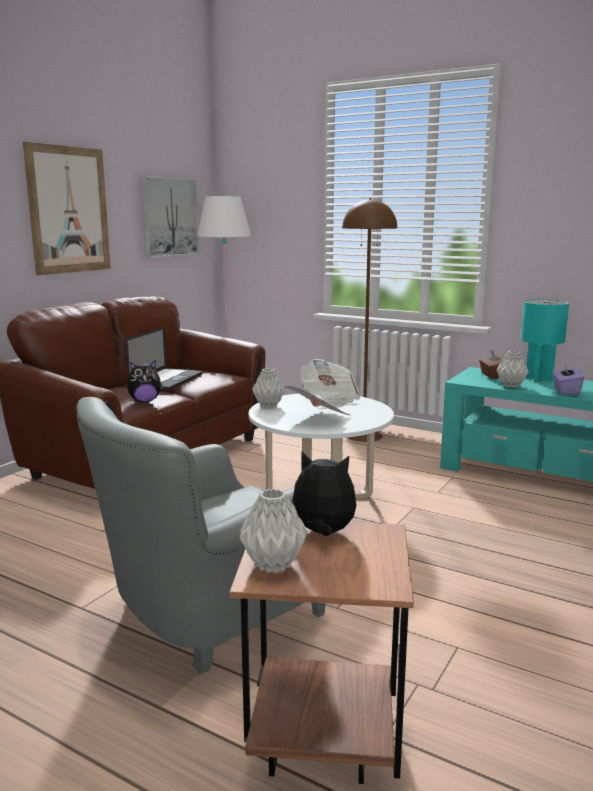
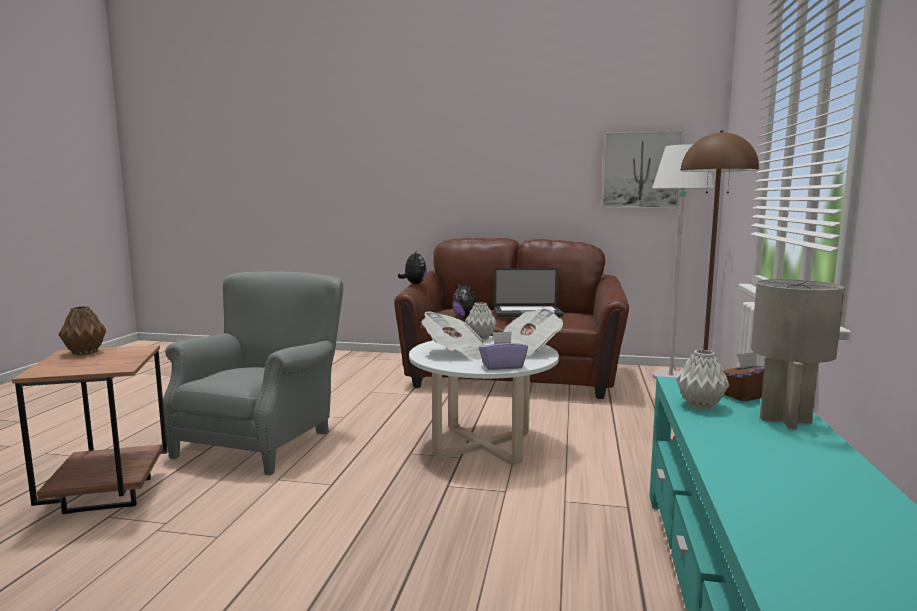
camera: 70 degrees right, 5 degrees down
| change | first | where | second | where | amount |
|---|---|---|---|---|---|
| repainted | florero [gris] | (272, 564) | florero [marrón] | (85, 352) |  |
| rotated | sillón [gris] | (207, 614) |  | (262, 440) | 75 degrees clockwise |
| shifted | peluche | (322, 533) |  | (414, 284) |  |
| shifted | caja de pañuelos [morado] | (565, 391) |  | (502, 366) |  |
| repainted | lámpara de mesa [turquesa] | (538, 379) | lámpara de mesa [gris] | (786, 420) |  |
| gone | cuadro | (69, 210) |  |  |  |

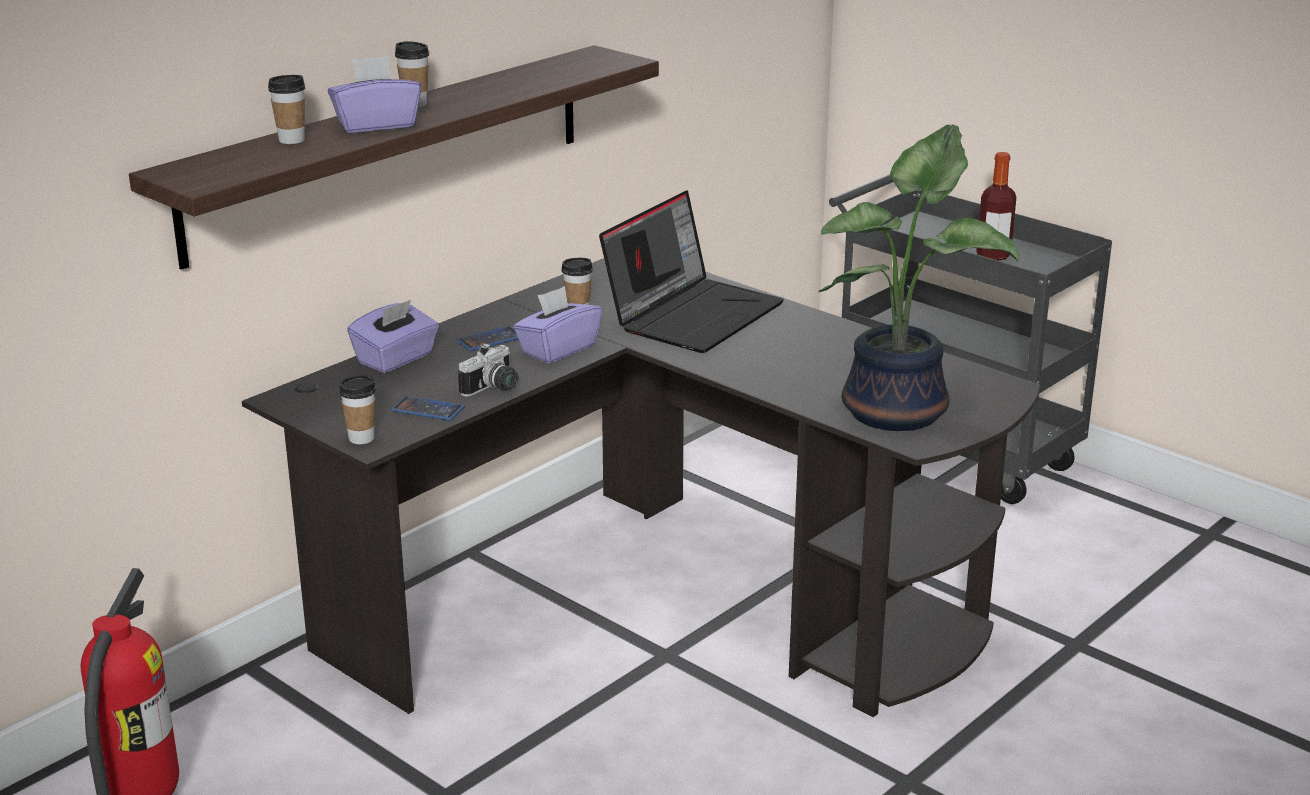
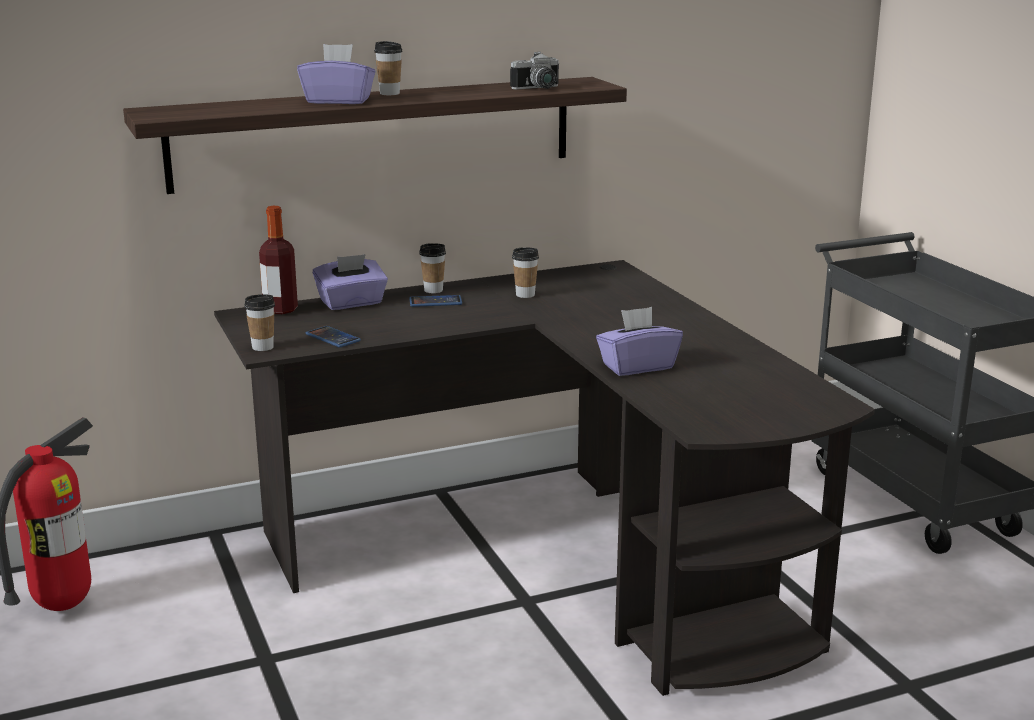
camera: 25 degrees right, 5 degrees down
| change | first | where | second | where | amount |
|---|---|---|---|---|---|
| shifted | botella | (993, 255) |  | (280, 310) |  |
| shifted | taza | (291, 140) |  | (433, 290) |  |
| shifted | cámara | (494, 389) |  | (539, 88) |  |
| shifted | caja de pañuelos [morado] | (558, 349) |  | (637, 366) |  |
| gone | portátil | (693, 314) |  |  |  |
| gone | planta en maceta | (901, 410) |  |  |  |

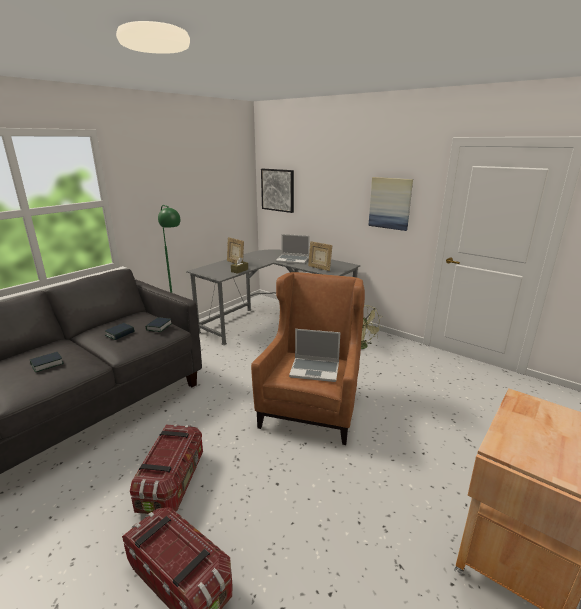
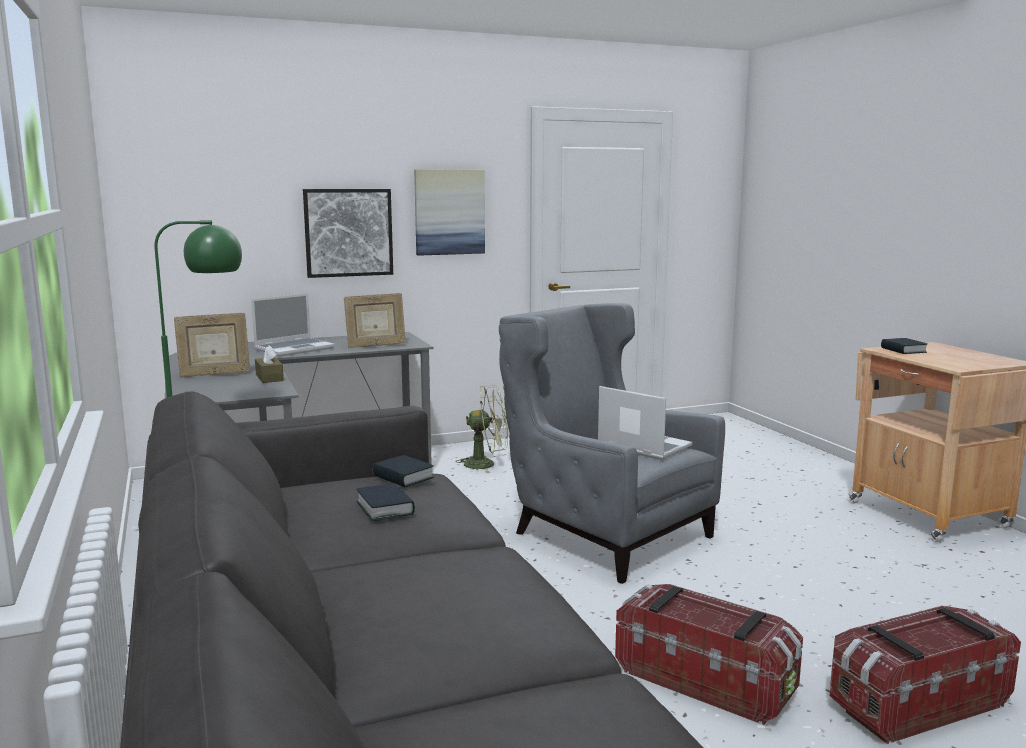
camera: 60 degrees left, 10 degrees down
| change | first | where | second | where | amount |
|---|---|---|---|---|---|
| shifted | cuadro | (278, 190) |  | (348, 232) |  |
| repainted | sillón [marrón] | (312, 405) | sillón [gris] | (603, 534) |  |
| rotated | portátil | (315, 370) |  | (642, 446) | 90 degrees counterclockwise |
| shifted | libro | (47, 364) |  | (903, 350) |  |

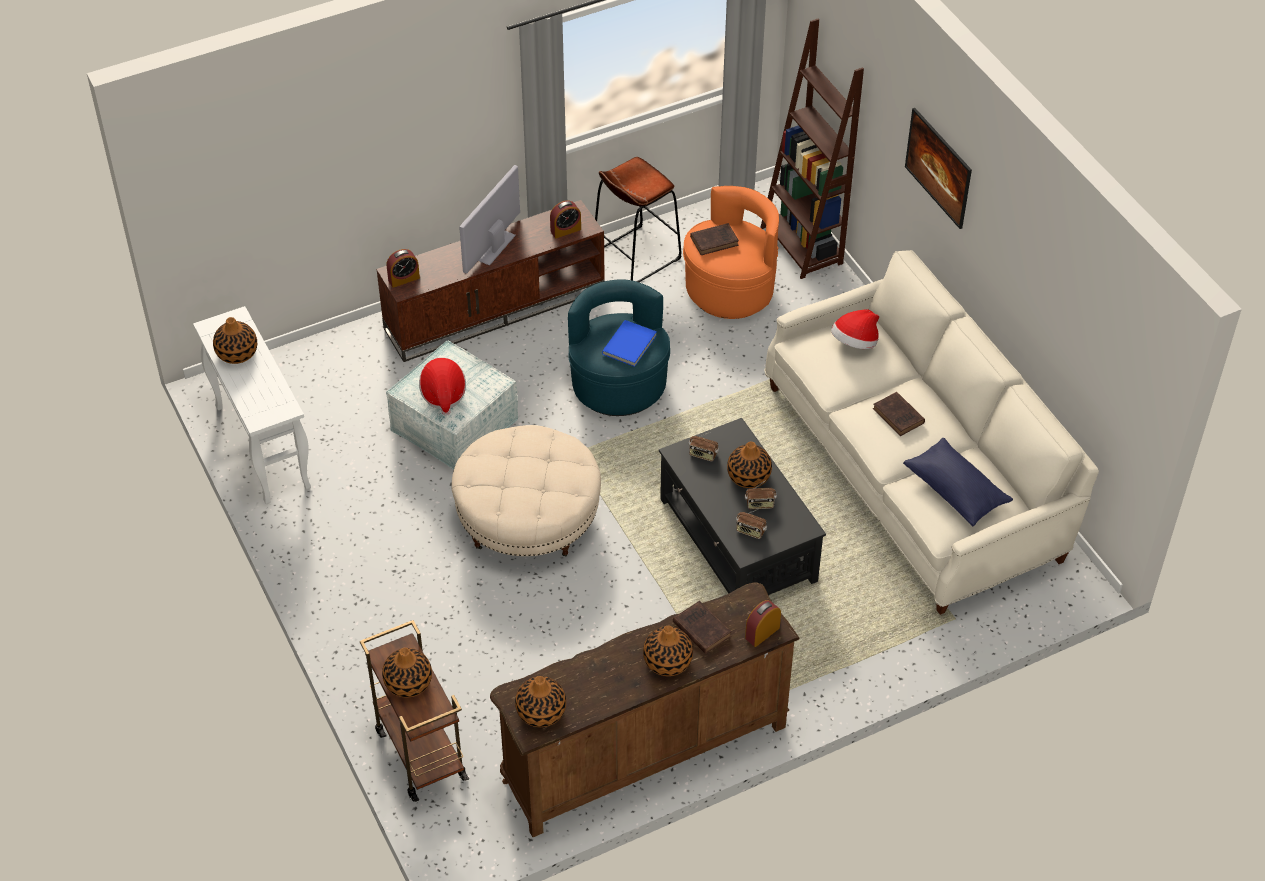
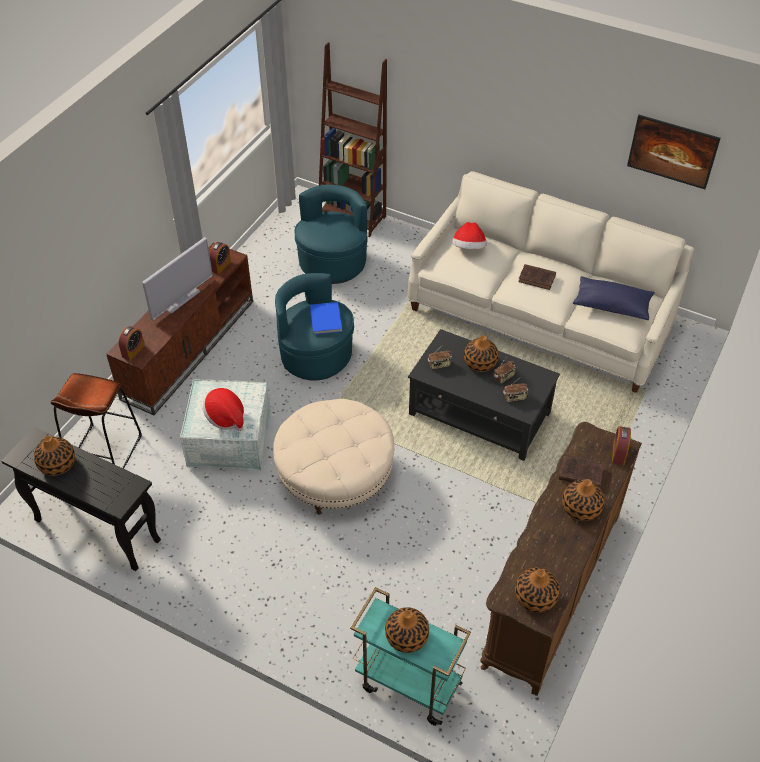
camera: 35 degrees left, 0 degrees up
| change | first | where | second | where | amount |
|---|---|---|---|---|---|
| repainted | mesa consola [blanco] | (261, 446) | mesa consola [negro] | (96, 530) |  |
| shifted | taburete [marrón] | (636, 255) |  | (104, 451) |  |
| rotated | televisor | (495, 247) |  | (181, 299) | 135 degrees counterclockwise |
| repainted | sillón [naranja] | (729, 290) | sillón [turquesa] | (332, 264) |  |
| repainted | carrito [marrón] | (420, 752) | carrito [turquesa] | (407, 685) |  |
| shifted | cuadro | (936, 182) |  | (669, 164) |  |
| gone | libro [marrón] | (715, 241) |  |  |  |

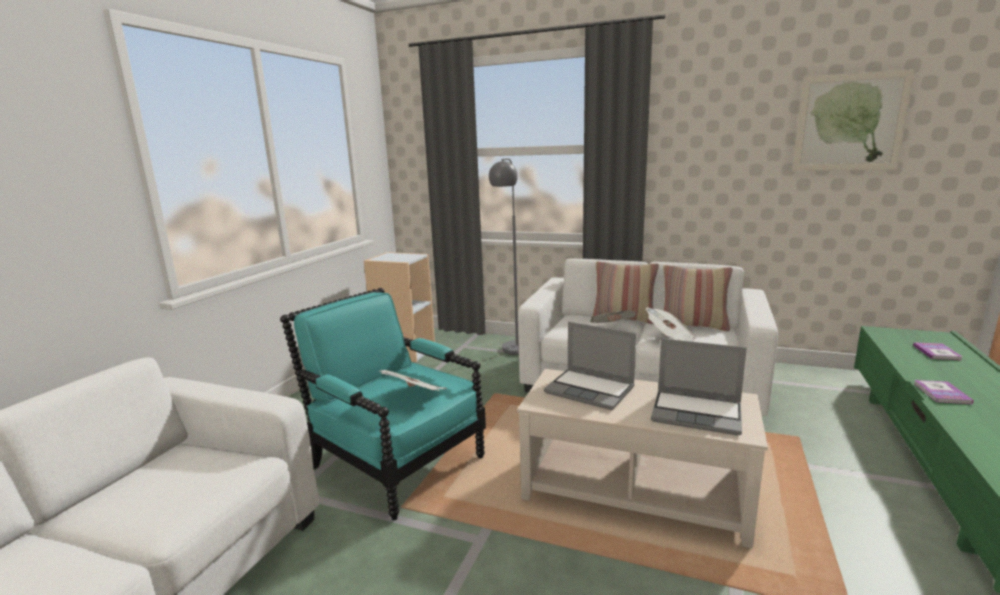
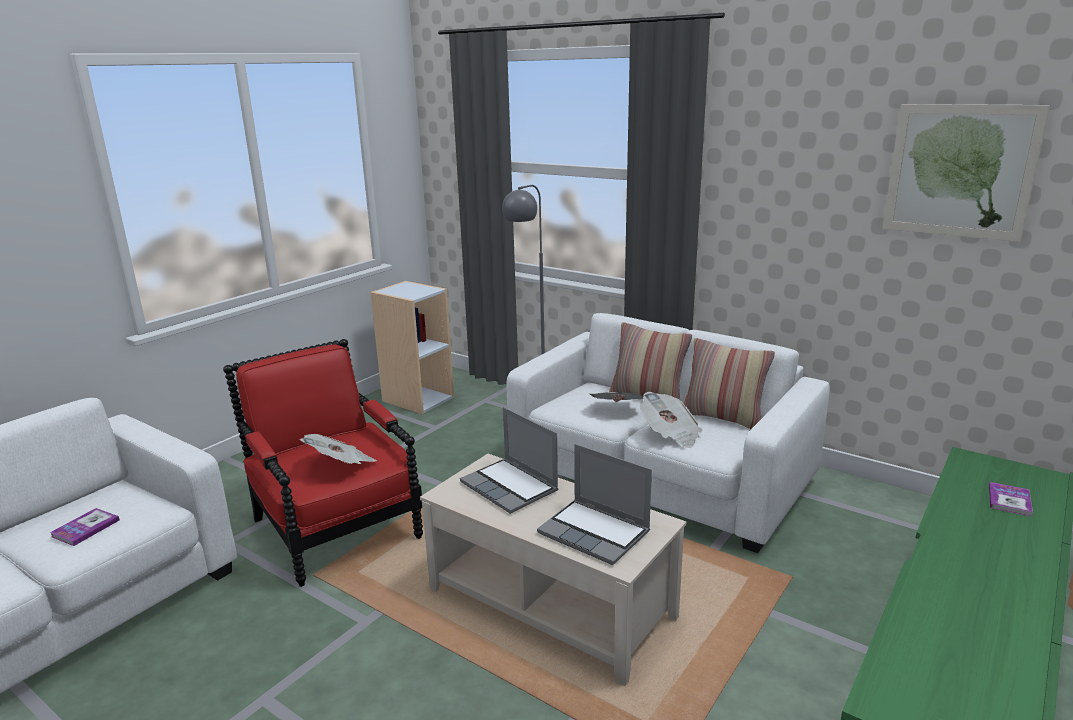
camera: 15 degrees right, 5 degrees up
| change | first | where | second | where | amount |
|---|---|---|---|---|---|
| shifted | libro | (941, 393) |  | (85, 528) |  |
| repainted | sillón [turquesa] | (395, 460) | sillón [rojo] | (335, 525) |  |

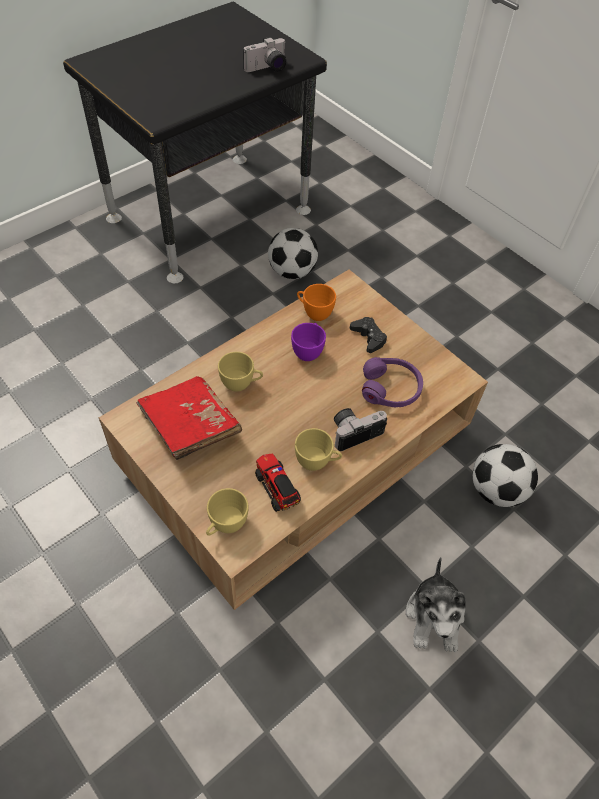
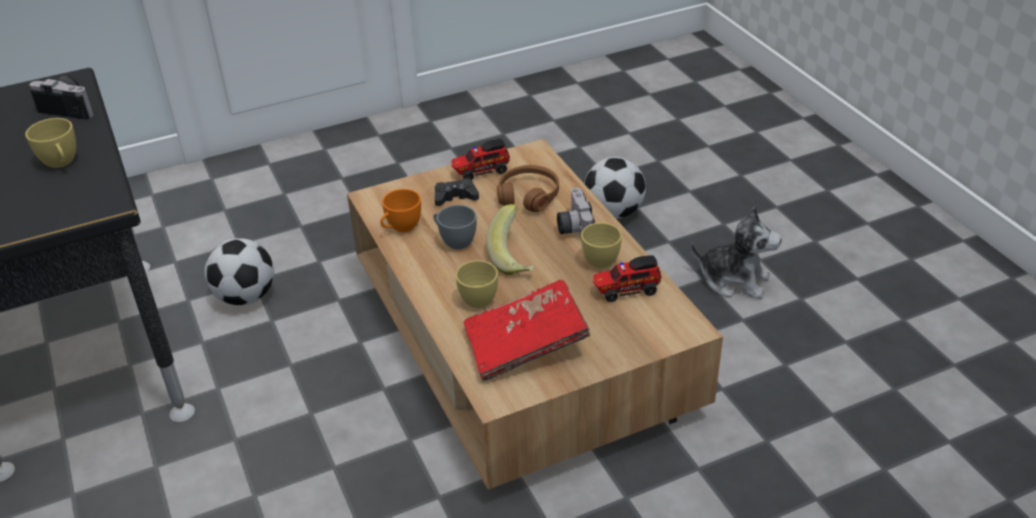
camera: 70 degrees left, 15 degrees down
| change | first | where | second | where | amount |
|---|---|---|---|---|---|
| shifted | taza [amarillo] | (225, 525) |  | (61, 163) |  |
| rotated | cámara | (267, 69) |  | (71, 107) | 60 degrees counterclockwise |
| repainted | taza [morado] | (308, 351) | taza [gris] | (454, 241) |  |
| new |  |  | camión de juguete | (480, 171) |  |
| new |  |  | plátano | (515, 257) |  |
| repainted | auriculares [morado] | (390, 388) | auriculares [marrón] | (528, 196) |  |

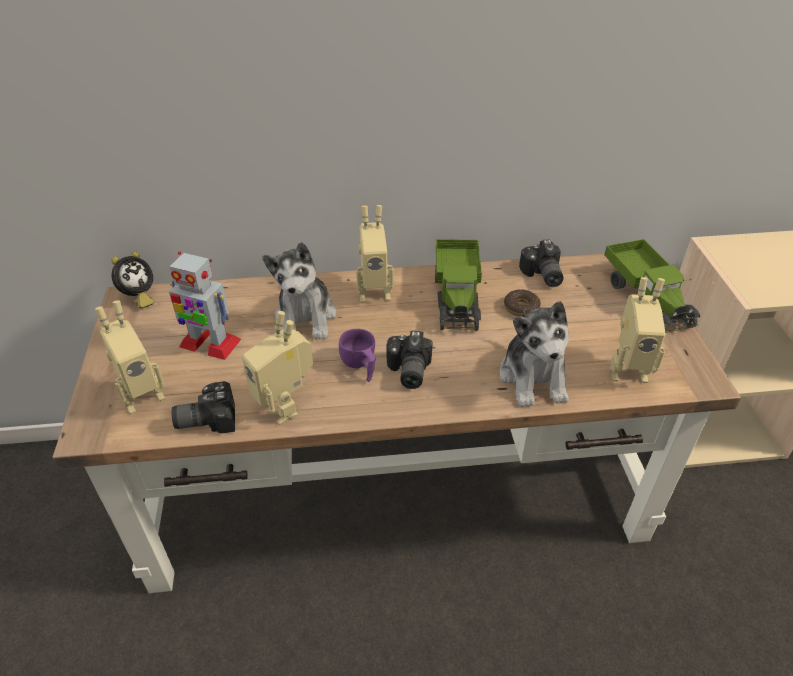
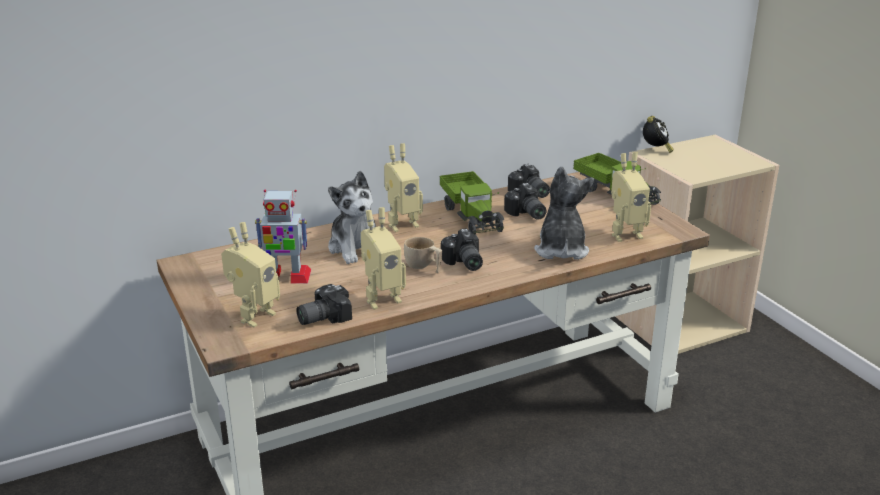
camera: 20 degrees left, 15 degrees down
| change | first | where | second | where | amount |
|---|---|---|---|---|---|
| rotated | robot de juguete | (286, 406) |  | (381, 299) | 60 degrees counterclockwise |
| repainted | taza [morado] | (360, 366) | taza [beis] | (423, 267) |  |
| swapped | rosquilla | (521, 308) | cámara | (526, 214) |  |
| rotated | peluche | (533, 377) |  | (561, 250) | 150 degrees counterclockwise |
| shifted | despertador | (138, 297) |  | (656, 150) |  |

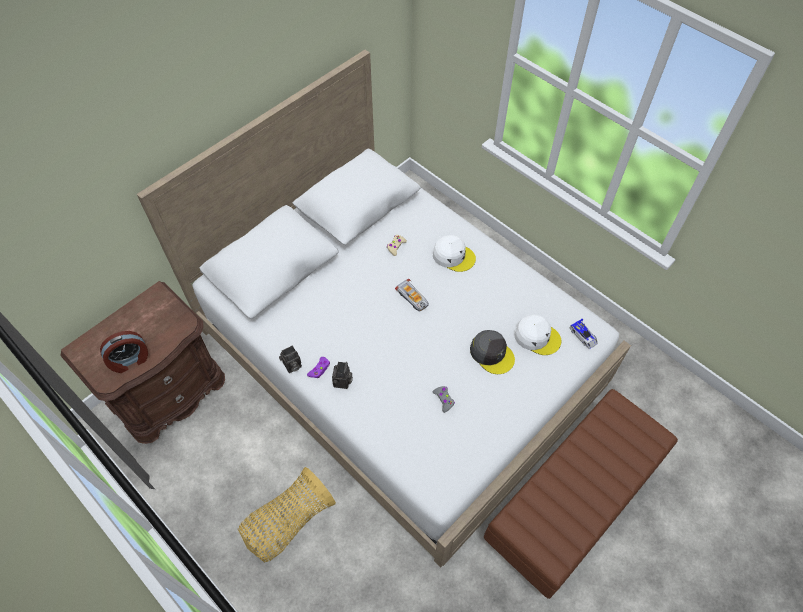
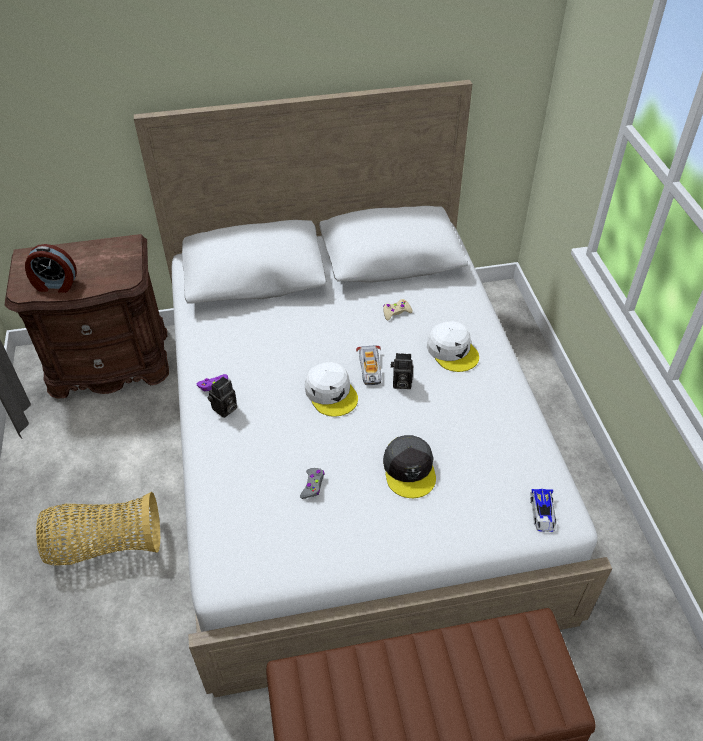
camera: 35 degrees right, 10 degrees down
| change | first | where | second | where | amount |
|---|---|---|---|---|---|
| shifted | gorra [blanco] | (537, 337) |  | (331, 393) |  |
| shifted | cámara | (292, 366) |  | (400, 383) |  |

